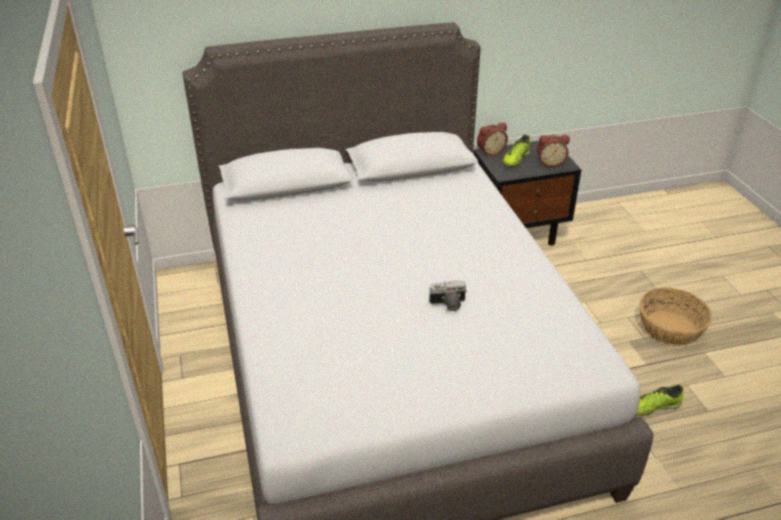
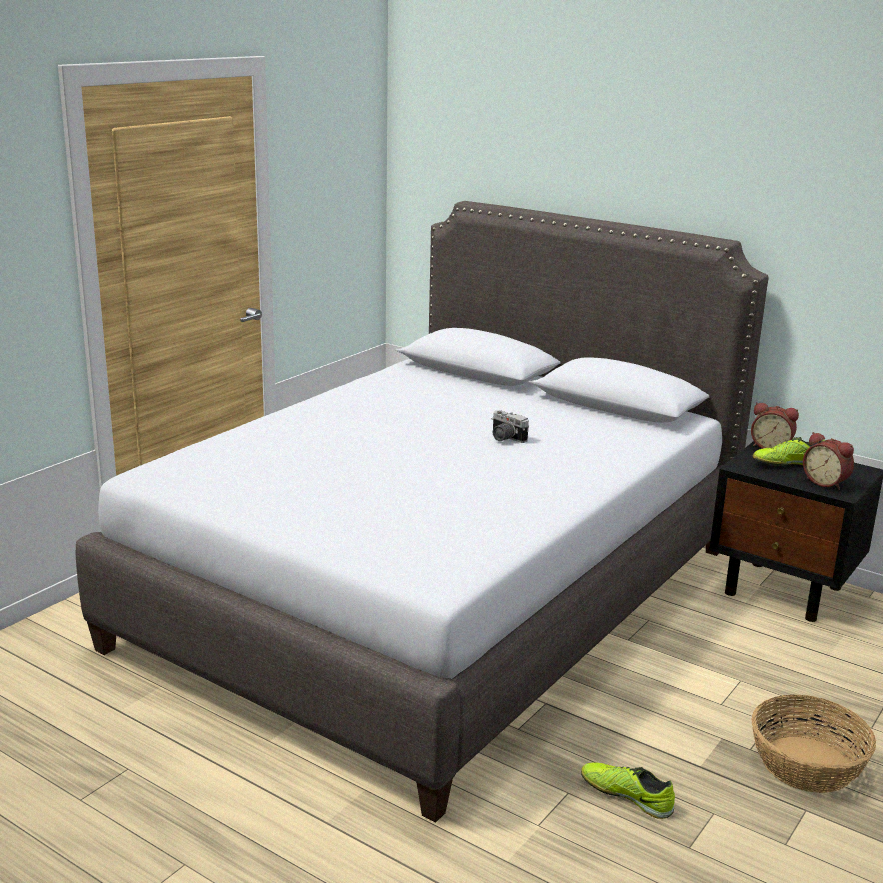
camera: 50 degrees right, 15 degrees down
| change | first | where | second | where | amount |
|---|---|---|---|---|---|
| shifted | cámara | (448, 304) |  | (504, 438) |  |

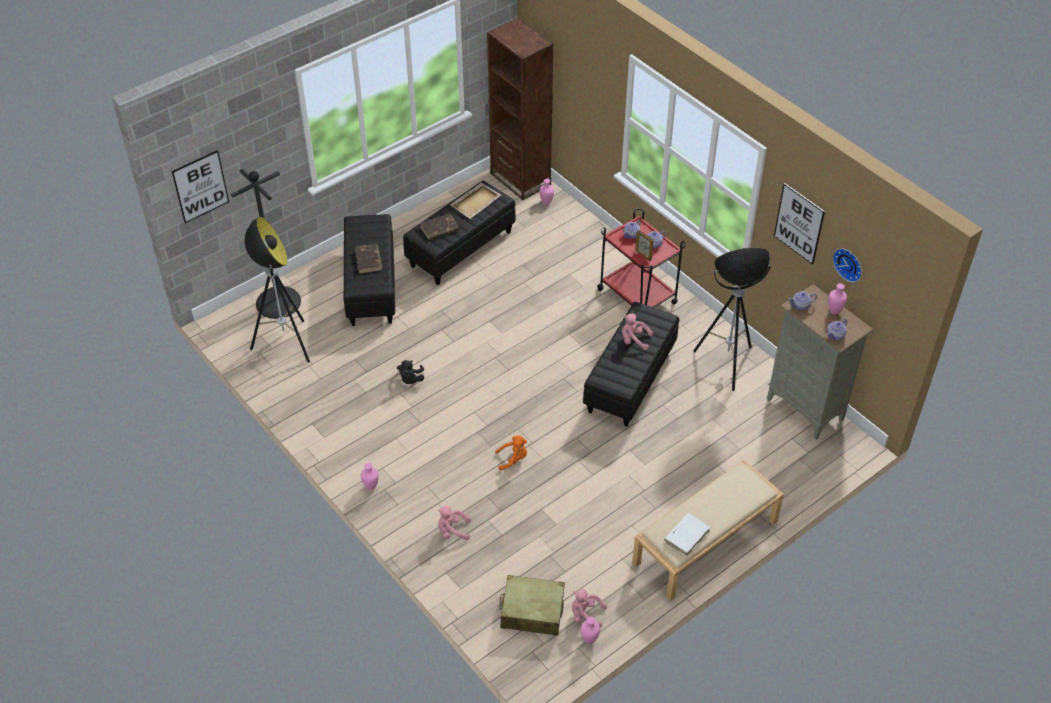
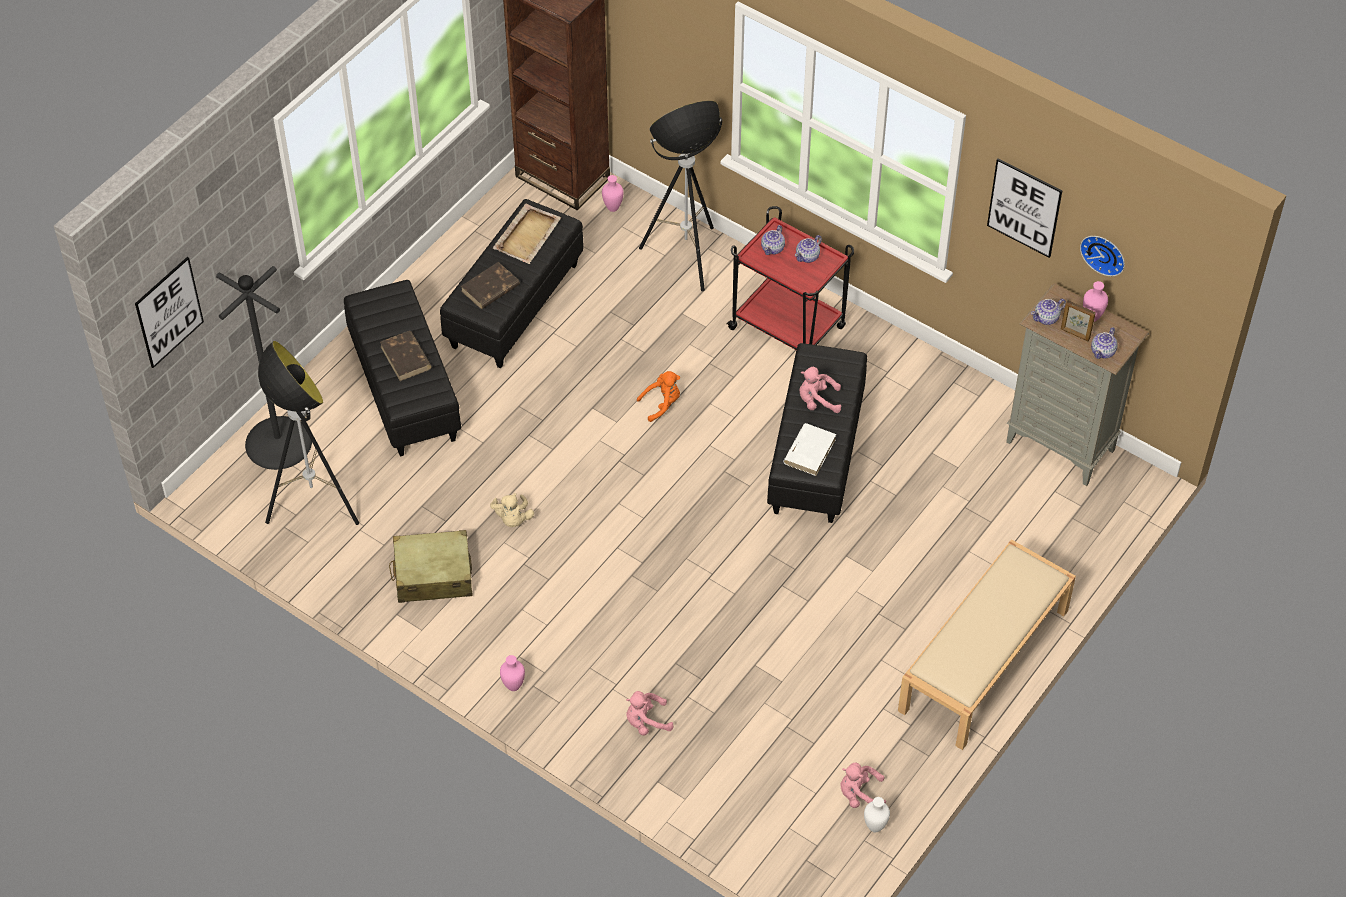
camera: 15 degrees left, 5 degrees up
| change | first | where | second | where | amount |
|---|---|---|---|---|---|
| shifted | maleta [beis] | (532, 611) |  | (433, 575) |  |
| repainted | peluche [negro] | (411, 379) | peluche [beis] | (512, 519) |  |
| shifted | peluche [naranja] | (513, 459) |  | (662, 404) |  |
| shifted | lámpara de pie | (726, 364) |  | (685, 258) |  |
| shifted | libro [blanco] | (687, 535) |  | (809, 451) |  |
| repainted | florero [rosa] | (589, 640) | florero [blanco] | (874, 826) |  |
| shifted | portarretratos | (643, 255) |  | (1075, 334) |  |

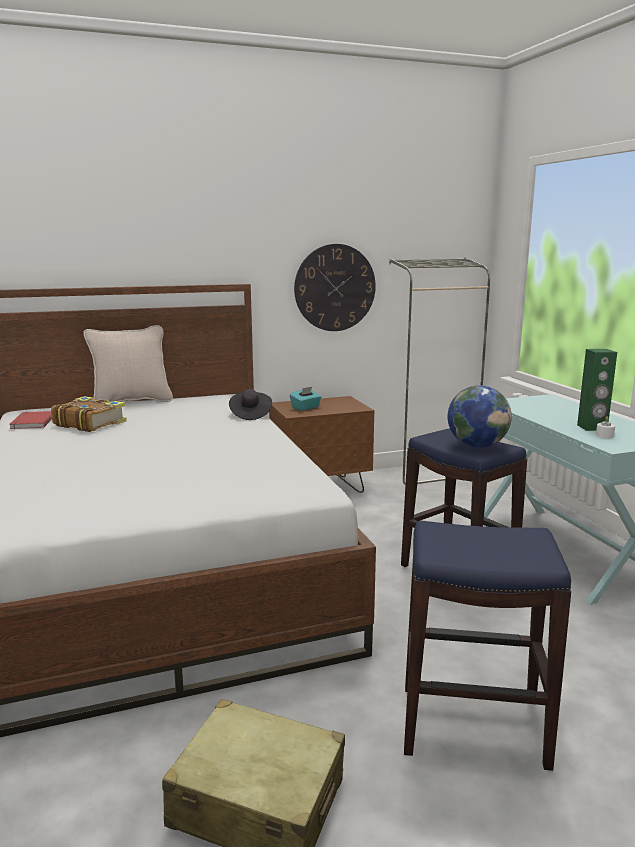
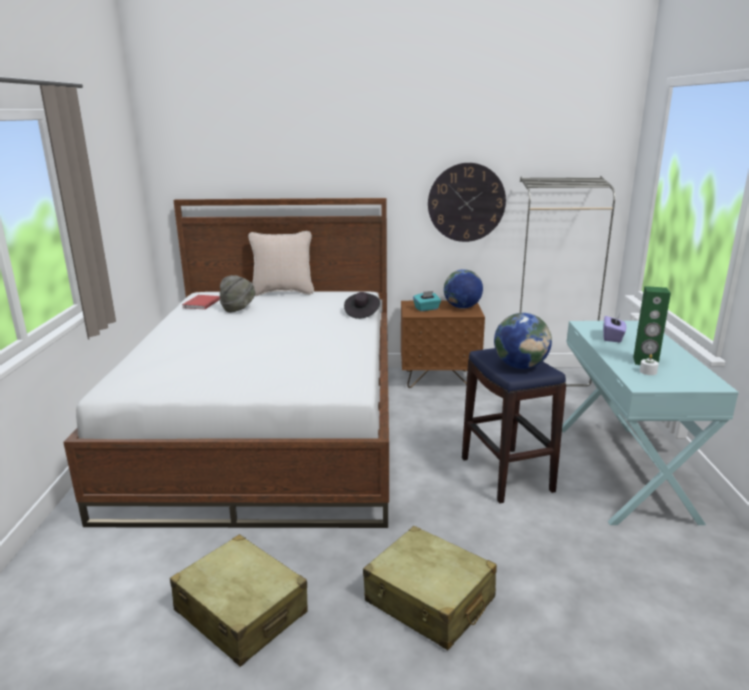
camera: 20 degrees right, 5 degrees up
| change | first | where | second | where | amount |
|---|---|---|---|---|---|
| swapped | libro | (89, 423) | sombrero [gris] | (238, 309) |  |
| swapped | taburete | (473, 726) | maleta [beis] | (429, 600) |  |
| new |  |  | globo terráqueo | (462, 307) |  |
| new |  |  | caja de pañuelos [morado] | (613, 337) |  |

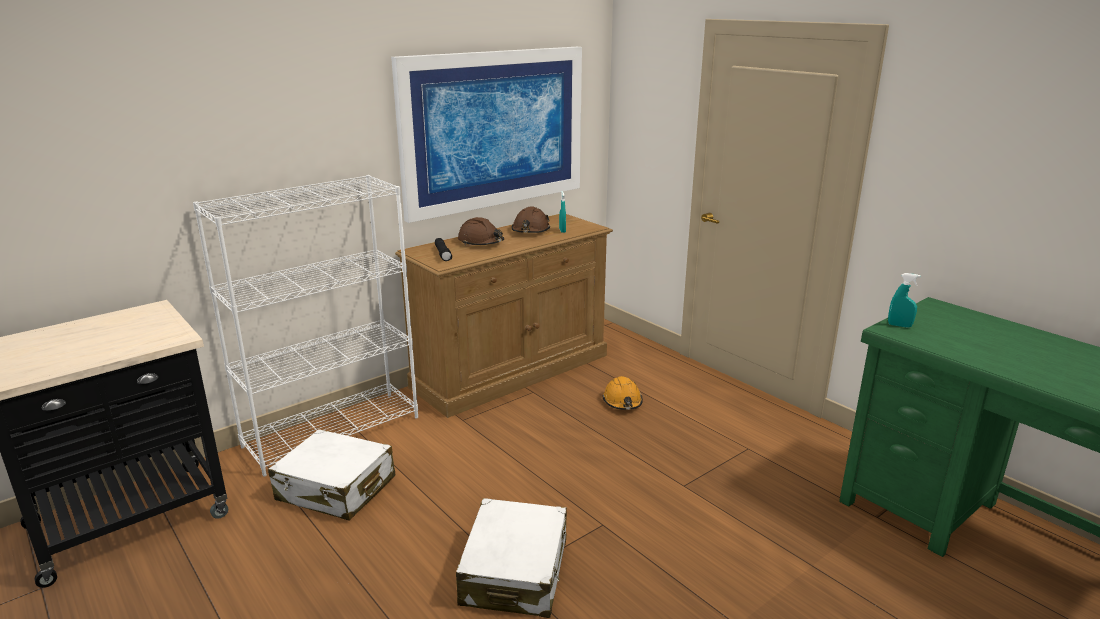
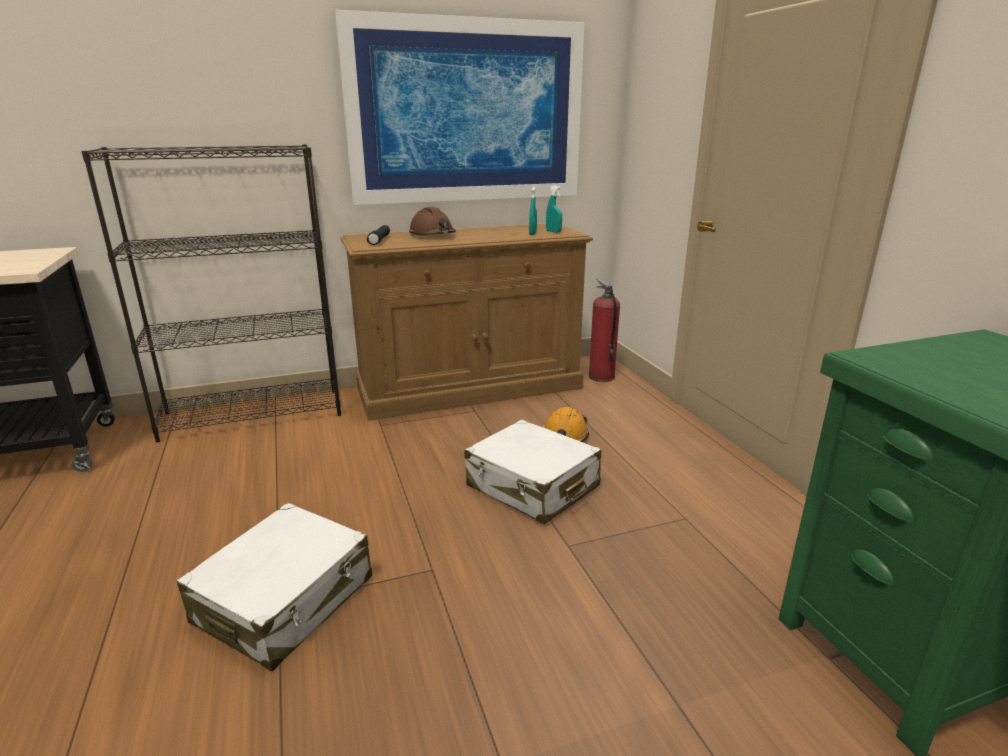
camera: 20 degrees right, 0 degrees up
| change | first | where | second | where | amount |
|---|---|---|---|---|---|
| repainted | estantería [blanco] | (333, 431) | estantería [negro] | (254, 414) |  |
| shifted | maleta [blanco] | (336, 489) |  | (532, 487) |  |
| shifted | pulverizador [turquesa] | (899, 325) |  | (553, 231) |  |
| new |  |  | extintor | (601, 376) |  |
| gone | casco [marrón] | (530, 230) |  |  |  |

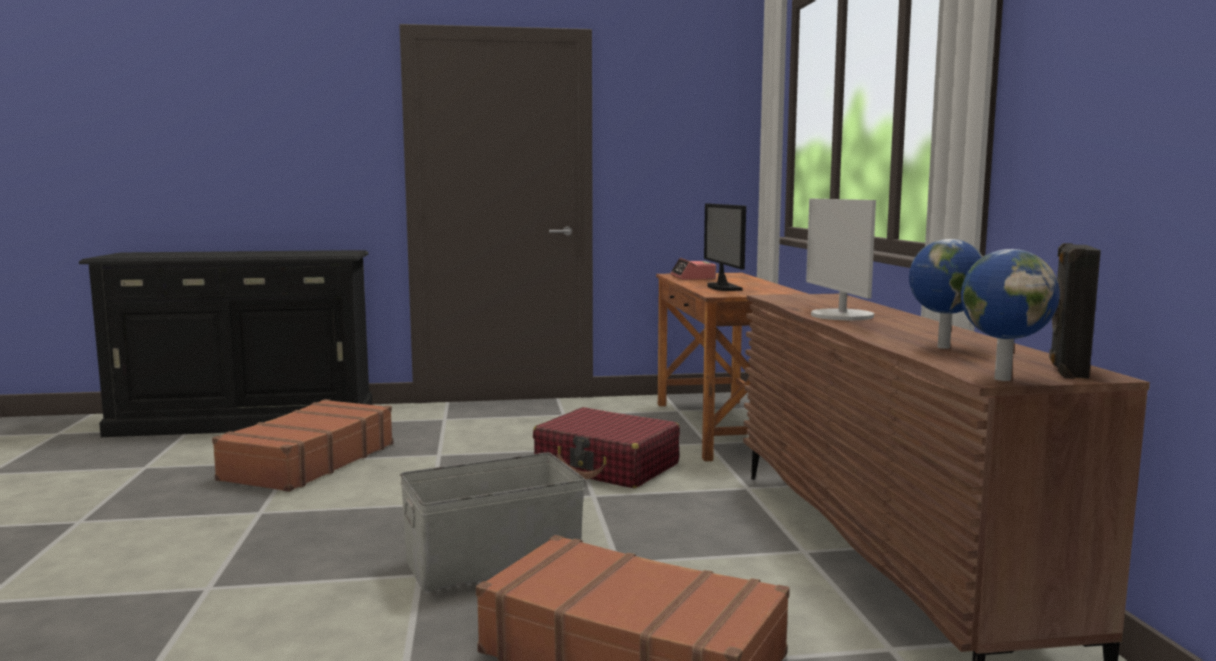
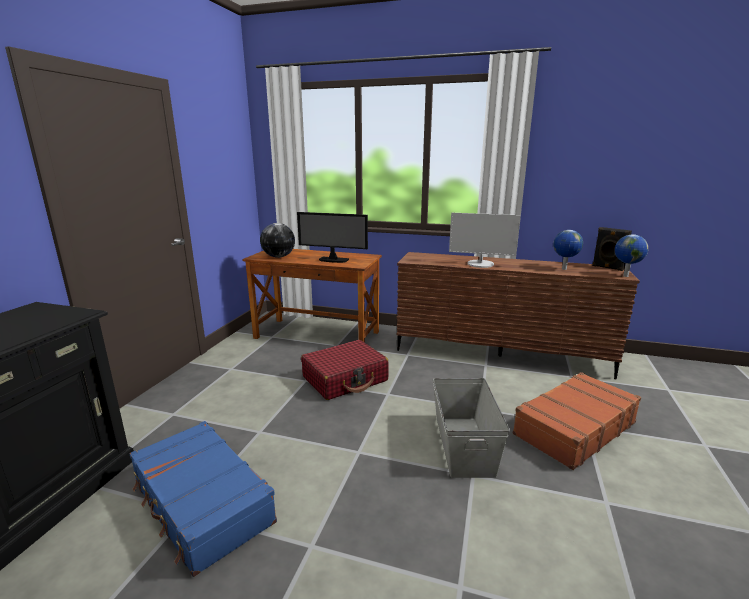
camera: 65 degrees left, 10 degrees up
| change | first | where | second | where | amount |
|---|---|---|---|---|---|
| repainted | maleta [marrón] | (308, 462) | maleta [azul] | (201, 503) |  |
| swapped | despertador | (693, 277) | globo terráqueo | (279, 257) |  |

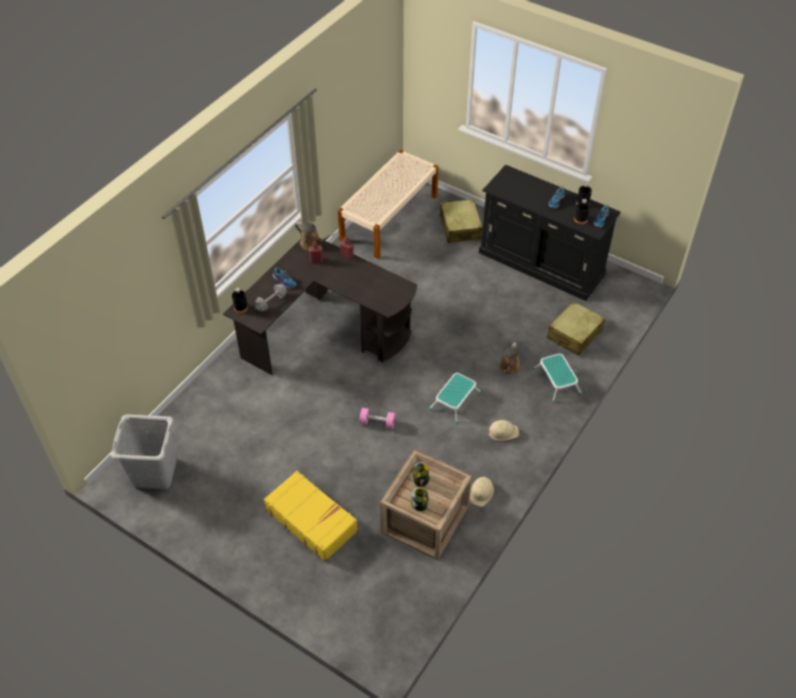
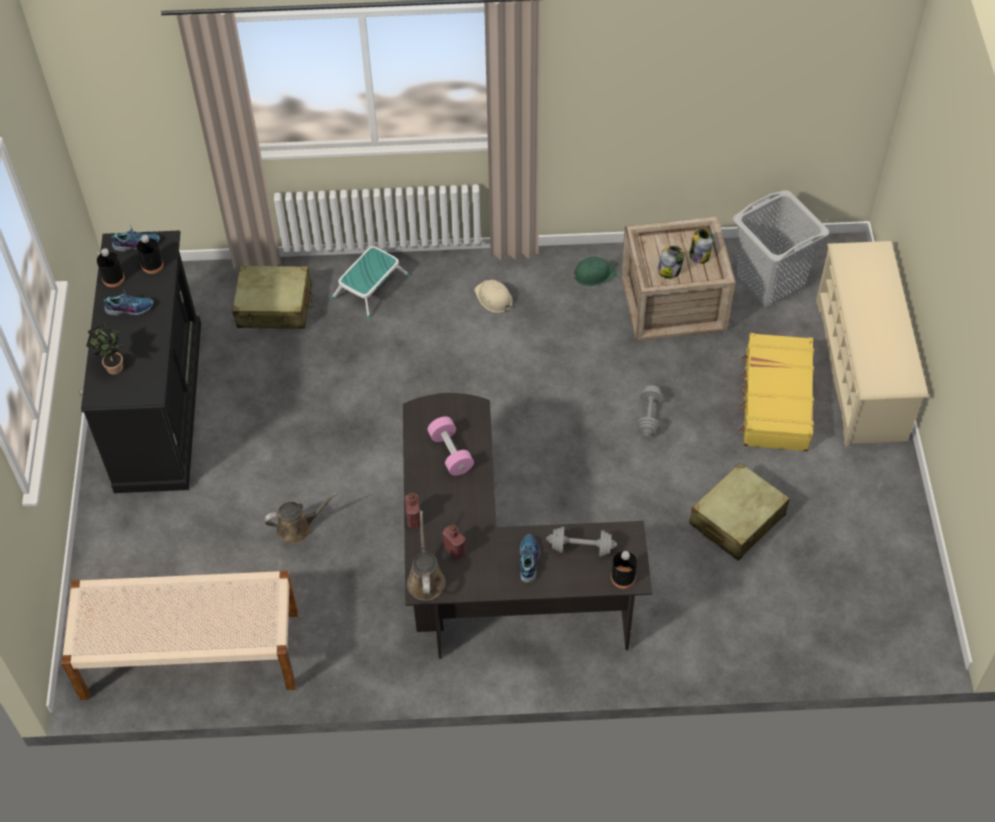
camera: 125 degrees left, 5 degrees up
| change | first | where | second | where | amount |
|---|---|---|---|---|---|
| new |  |  | planta en maceta | (112, 366) |  |
| shifted | regadera [marrón] | (509, 368) |  | (298, 527) |  |
| shifted | mancuerna [rosa] | (377, 422) |  | (451, 453) |  |
| repainted | casco [beis] | (481, 492) | casco [verde] | (593, 274) |  |
| new |  |  | mancuerna [gris] | (649, 417) |  |
| shifted | maleta [beis] | (460, 227) |  | (736, 520) |  |
| shifted | cesto de la ropa [gris] | (154, 472) |  | (769, 282) |  |
| new |  |  | zapatero [beis] | (861, 370) |  |
| gone | escalera de tijera [turquesa] | (455, 401) |  |  |  |

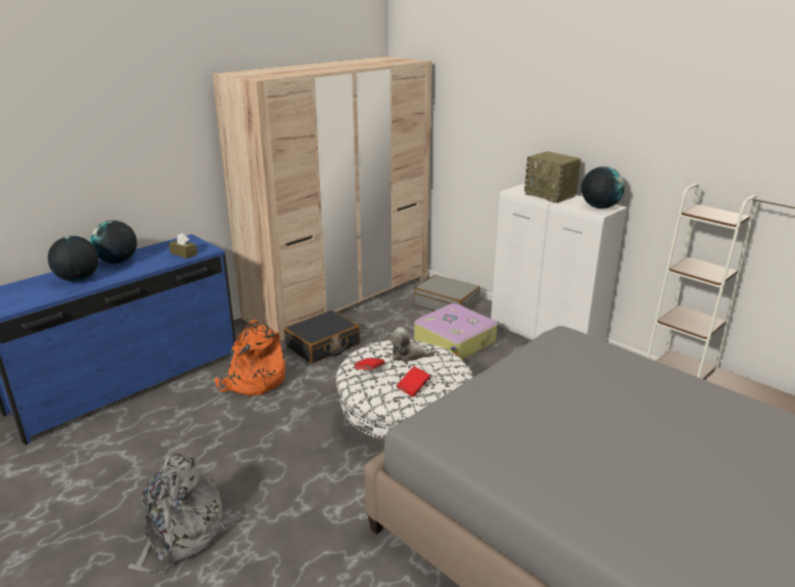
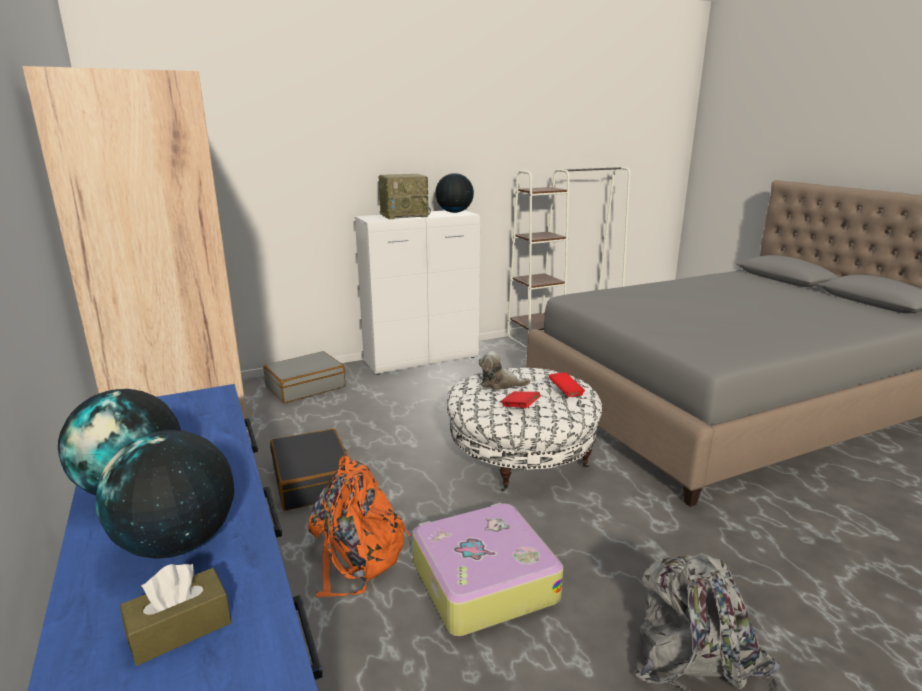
camera: 70 degrees left, 5 degrees down
| change | first | where | second | where | amount |
|---|---|---|---|---|---|
| shifted | caja de pañuelos [marrón] | (183, 253) |  | (180, 629) |  |
| shifted | maleta | (455, 341) |  | (482, 580) |  |
| rotated | peluche | (408, 355) |  | (500, 384) | 75 degrees clockwise |

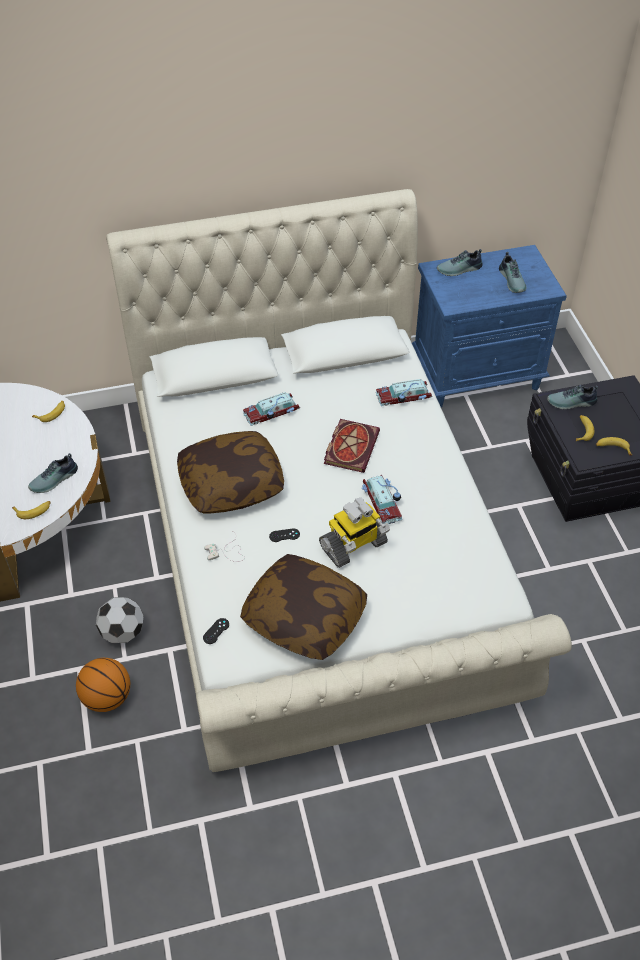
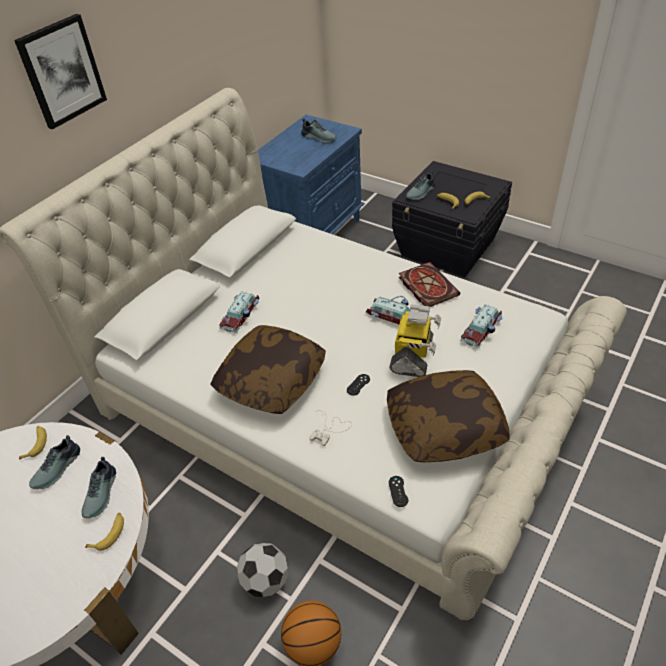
camera: 40 degrees left, 5 degrees down
| change | first | where | second | where | amount |
|---|---|---|---|---|---|
| new |  |  | cuadro | (62, 71) |  |
| shifted | zapato | (459, 270) |  | (58, 469) |  |
| shifted | libro | (350, 446) |  | (426, 286) |  |
| shifted | coche de juguete | (404, 397) |  | (482, 328) |  |

